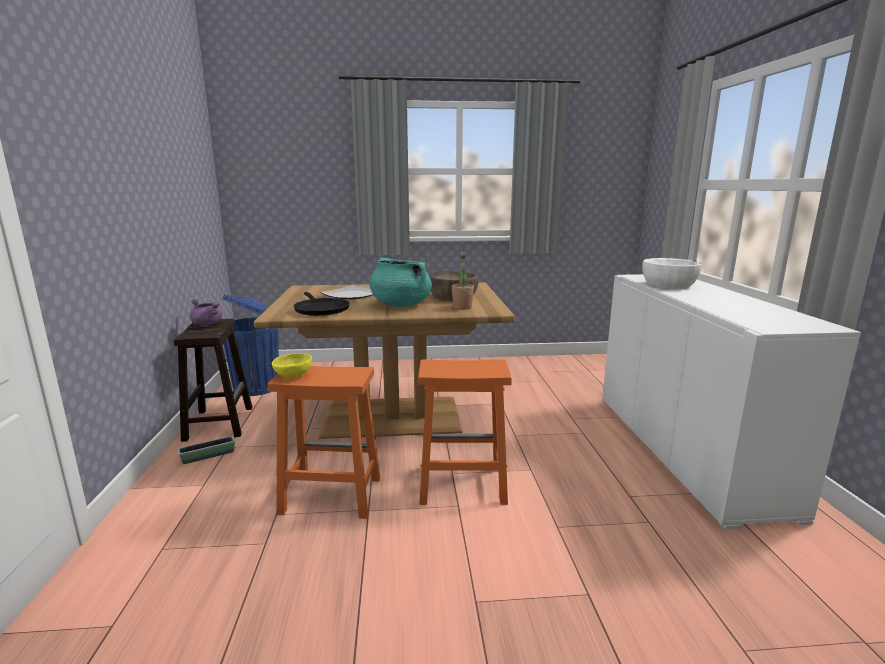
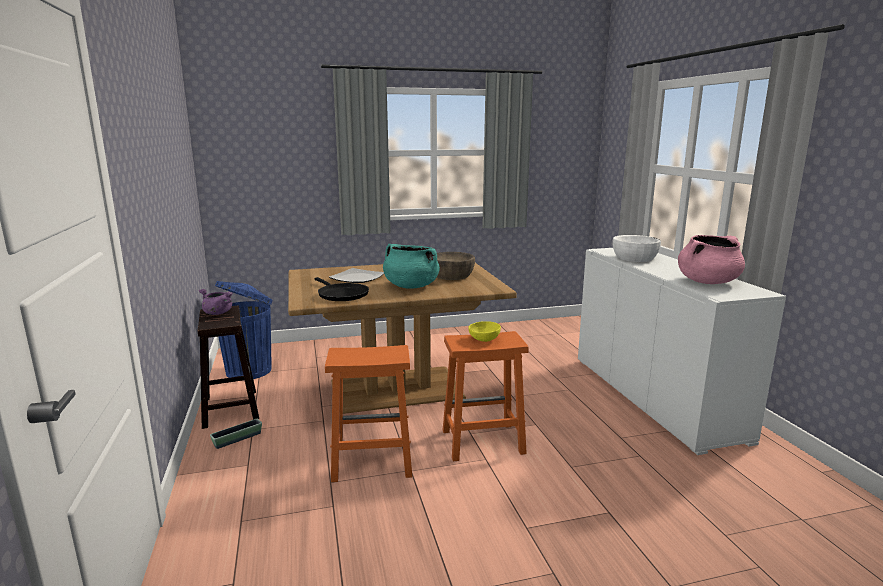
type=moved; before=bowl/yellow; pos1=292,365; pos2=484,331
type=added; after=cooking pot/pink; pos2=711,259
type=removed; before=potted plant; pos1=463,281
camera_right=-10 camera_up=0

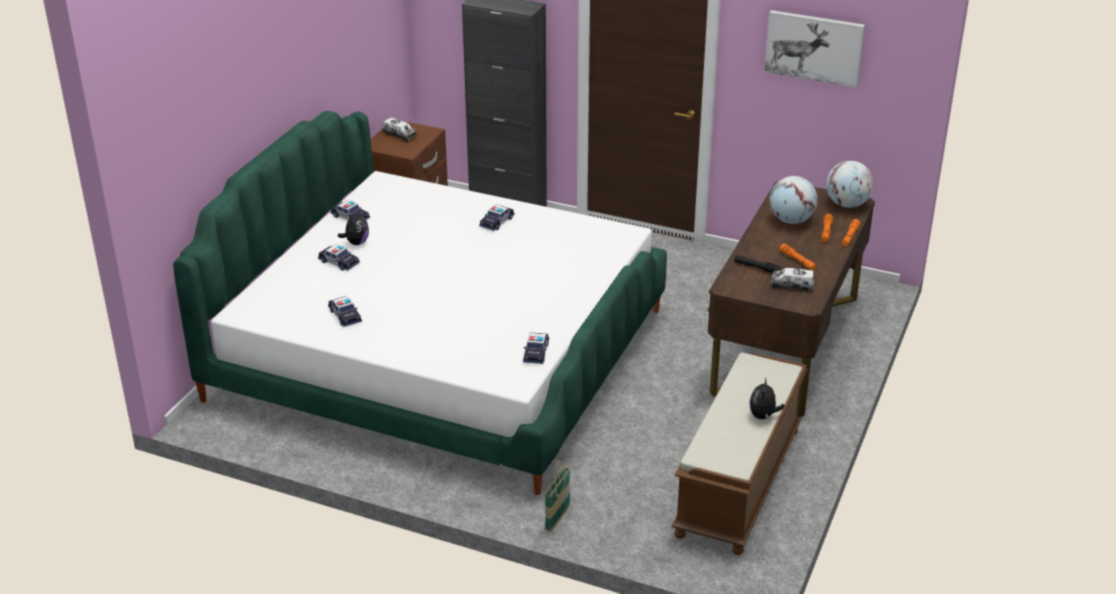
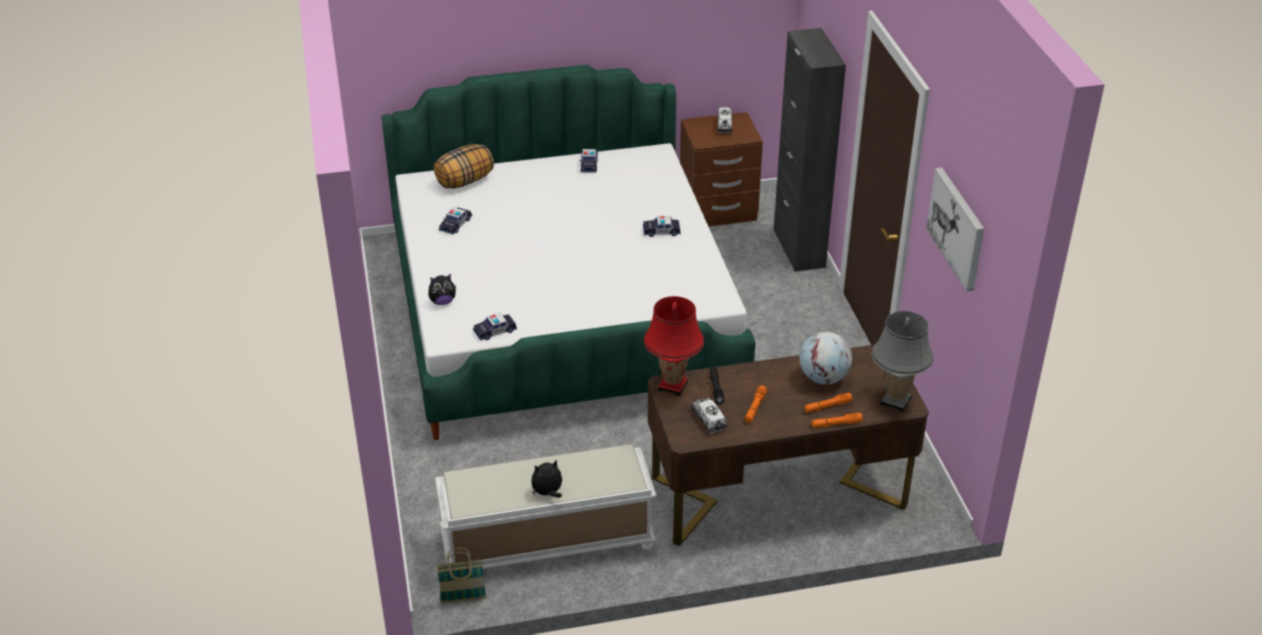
type=moved; before=plush toy; pos1=353,227; pos2=442,289
type=added; after=pillow; pos2=464,166
type=recoloured; before=bench/brown; after=bench/white; pos1=740,454; pos2=546,507
type=moved; before=basket; pos1=557,496; pos2=461,575
type=added; after=table lamp/red; pos2=674,346
type=replaced; before=globe; after=table lamp/grey; pos1=850,184; pos2=902,361
type=removed; before=toy car; pos1=339,257
camera_right=55 camera_up=5

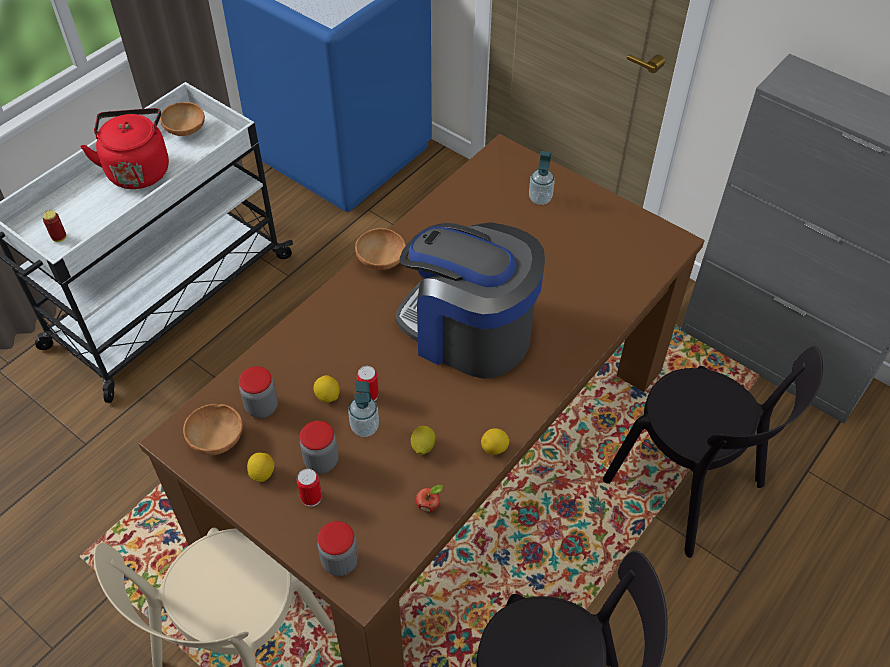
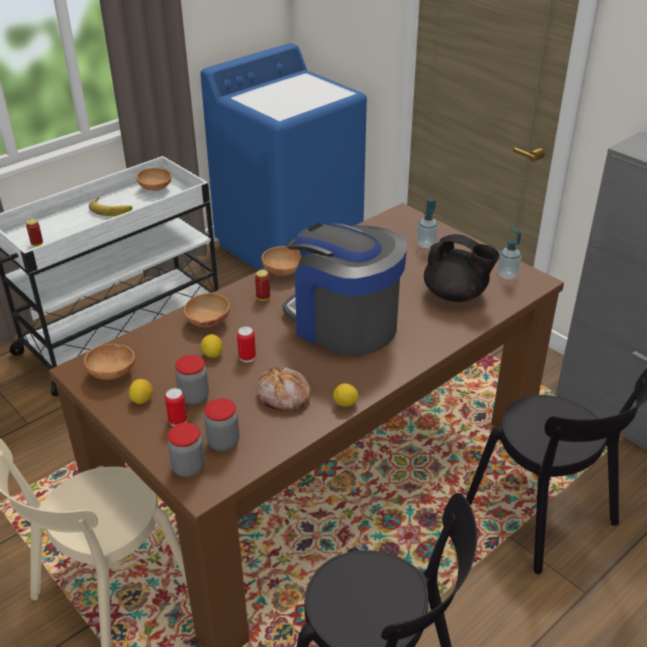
type=replaced; before=kettle/red; after=banana; pos1=125,148; pos2=110,206
type=added; after=bowl/brown; pos2=207,310
type=moved; before=jar; pos1=258,392; pos2=221,424
type=added; after=can; pos2=262,285
type=replaced; before=lemon; after=bread; pos1=423,440; pos2=284,389
type=added; after=teapot/black; pos2=462,268
type=moved; before=soap dispenser; pos1=363,409; pos2=509,252
type=removed; before=apple; pos1=429,498
camera_right=10 camera_up=-15

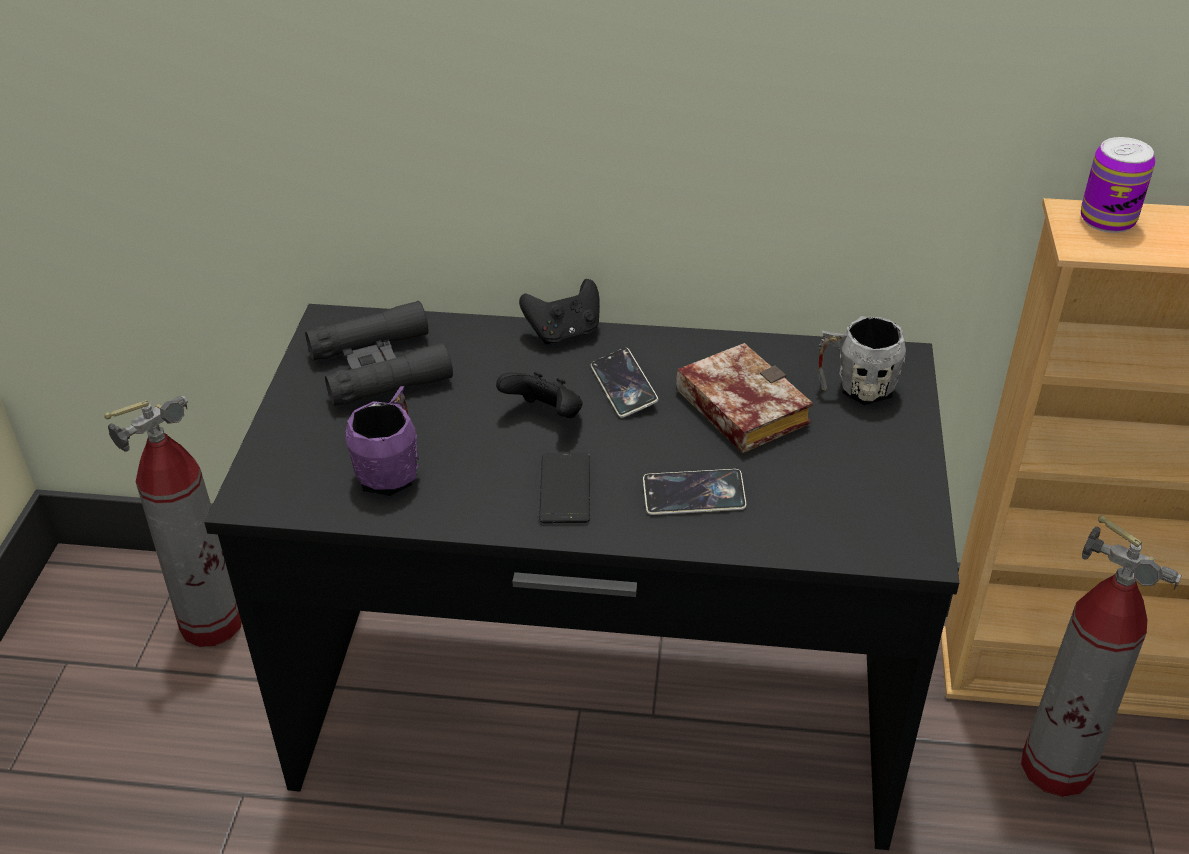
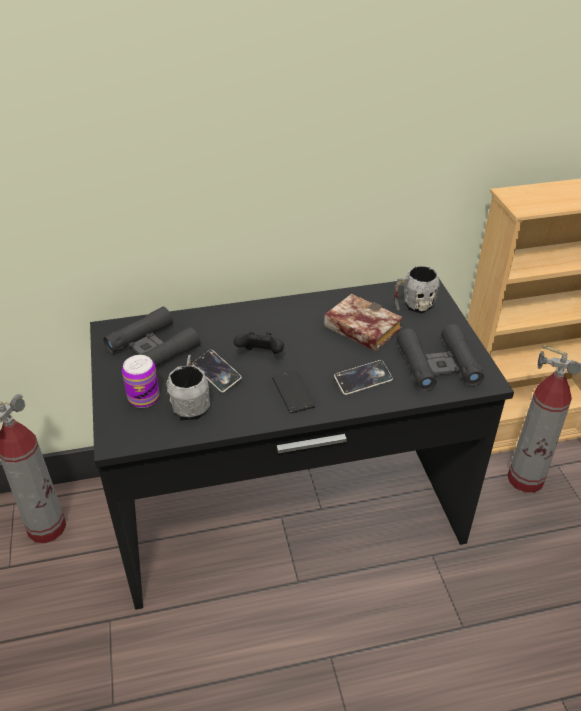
type=moved; before=can; pos1=1118,185; pos2=141,381
type=recoloured; before=mug/purple; after=mug/grey; pos1=382,441; pos2=188,387
type=moved; before=phone; pos1=624,383; pos2=217,371
type=added; after=binoculars/black; pos2=440,357
type=removed; before=game controller/black; pos1=559,311
camera_right=-20 camera_up=0

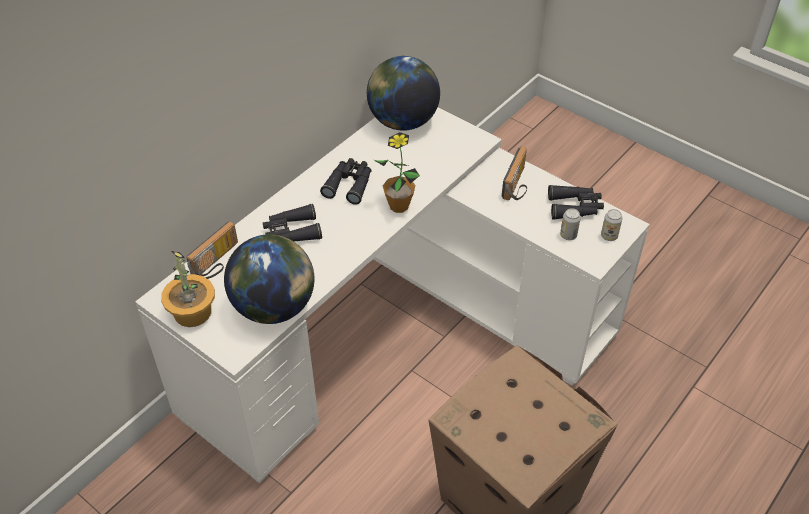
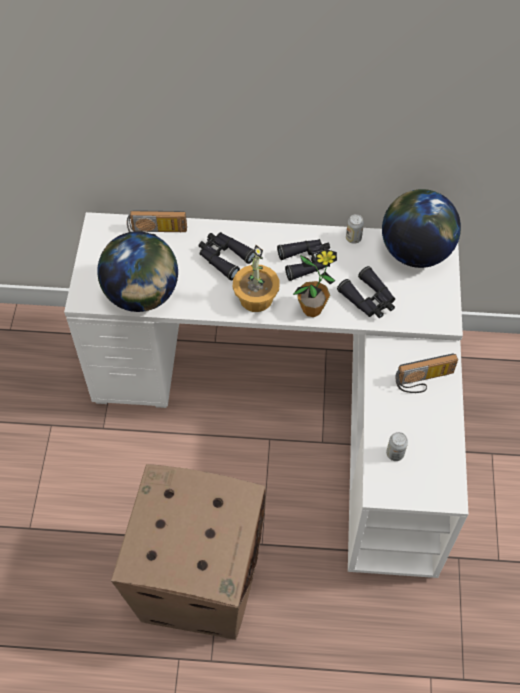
type=moved; before=potted plant; pos1=188,289; pos2=256,278
type=moved; before=binoculars/black; pos1=576,202; pos2=366,292
type=moved; before=can; pos1=612,225; pos2=355,229
camera_right=55 camera_up=10

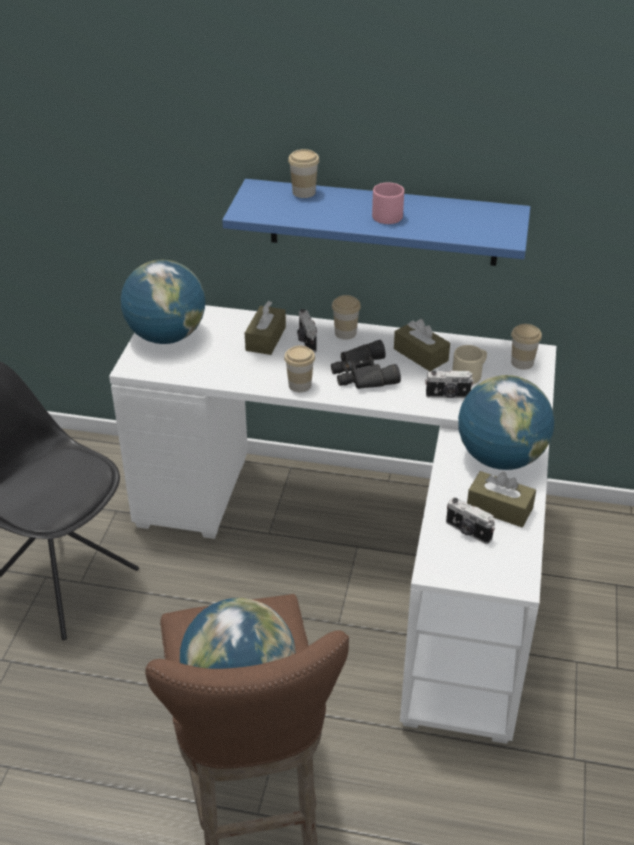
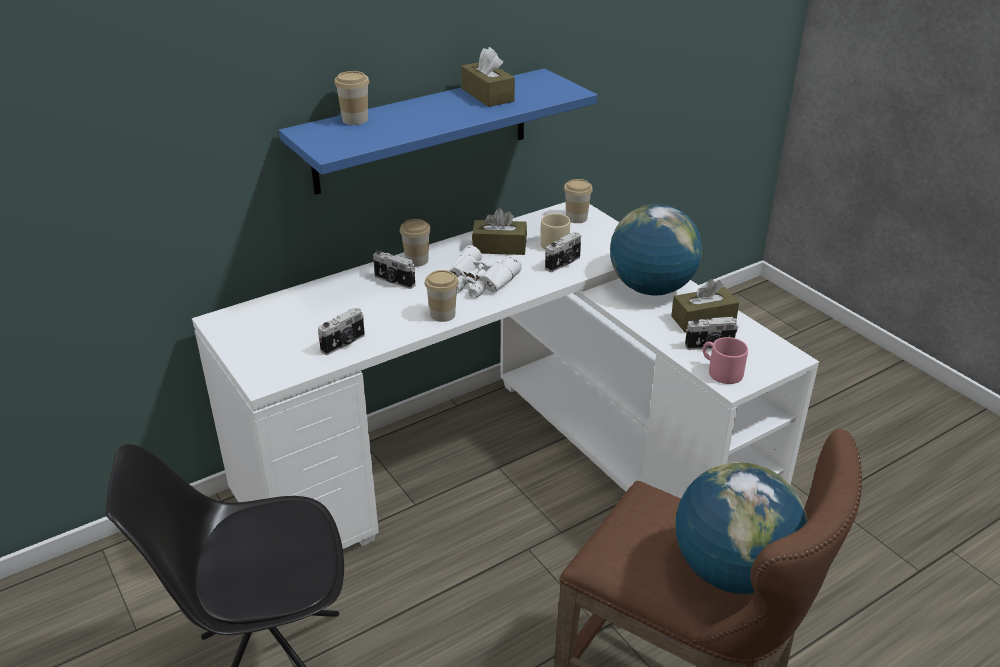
type=added; after=photo camera; pos2=341,331
type=recoloured; before=binoculars/black; after=binoculars/white; pos1=366,364; pos2=485,271
type=moved; before=tissue box/brown; pos1=265,328; pos2=488,77
type=moved; before=mug/pink; pos1=388,203; pos2=725,360
type=removed; before=globe; pos1=163,302
camera_right=-45 camera_up=-5

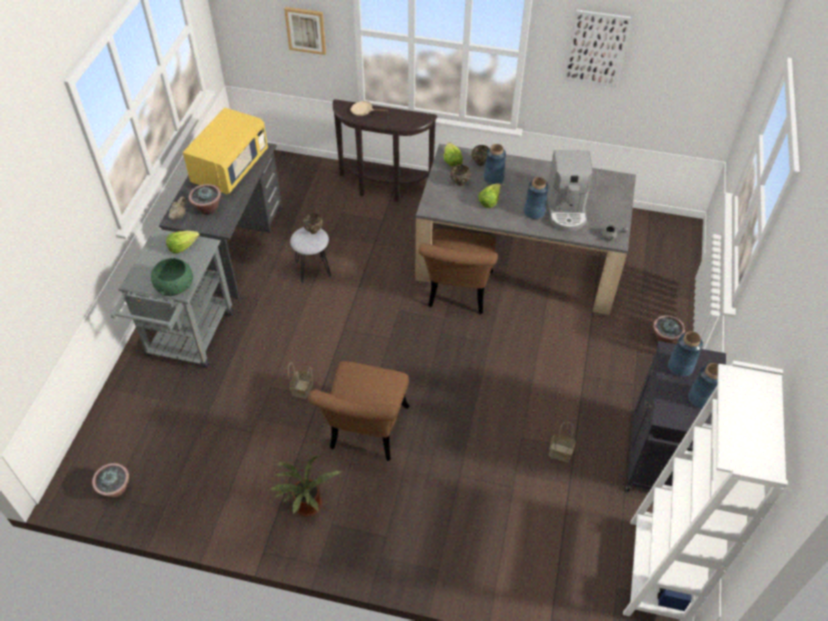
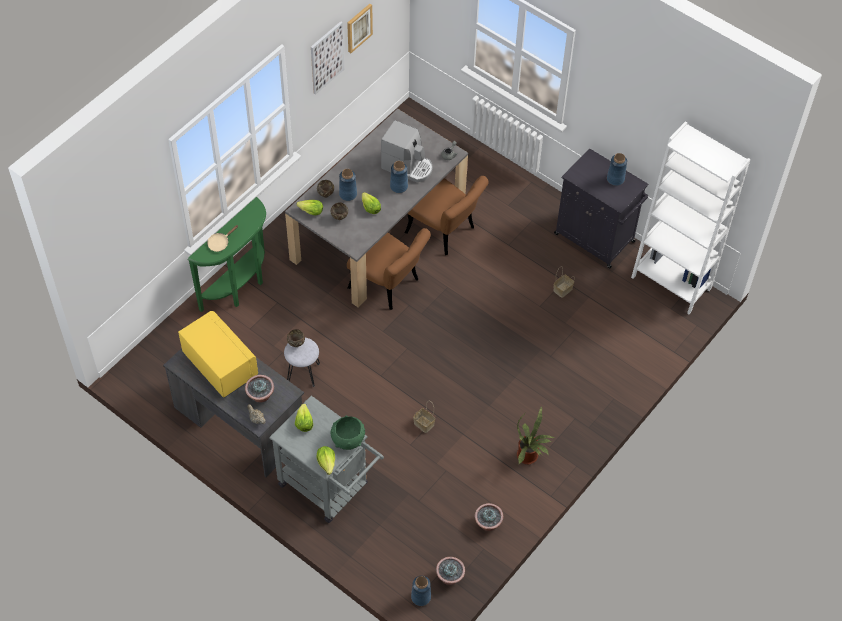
type=recoloured; before=console table/brown; after=console table/green; pos1=385,150; pos2=226,254
type=added; after=lettuce; pos2=325,460
type=moved; before=picture; pos1=305,31; pos2=360,28
type=moved; before=chair/brown; pos1=358,411; pos2=447,215
type=moved; before=vase/blue; pos1=685,354; pos2=421,591
type=moved; before=potted plant; pos1=669,329; pos2=489,517
camera_right=-65 camera_up=5

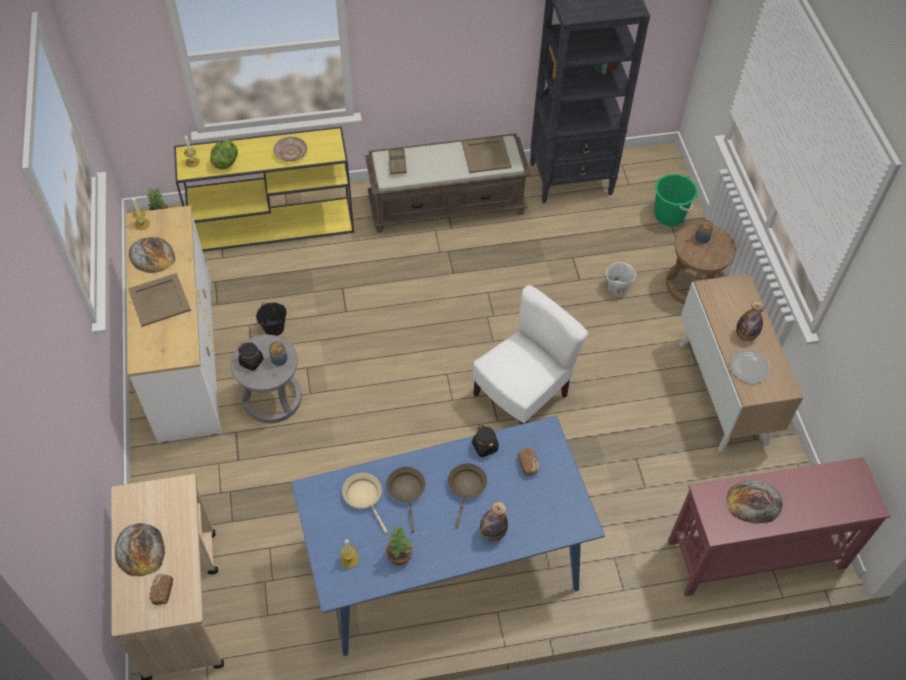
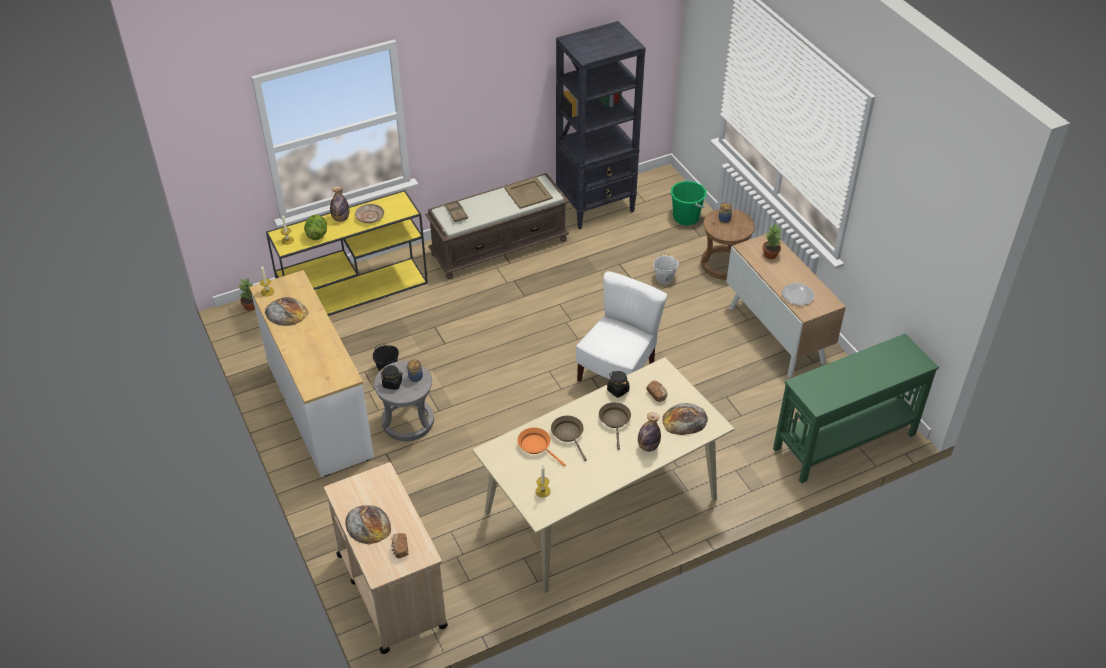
type=moved; before=bottle; pos1=750,321; pos2=339,204
type=recoloured; before=dining table/blue; after=dining table/beige; pos1=448,536; pos2=603,475
type=recoloured; before=frying pan/beige; after=frying pan/orange; pos1=365,503; pos2=541,446
type=moved; before=bread; pos1=754,501; pos2=685,419
type=moved; before=potted plant; pos1=399,545; pos2=772,241
type=recoloured; before=console table/red; after=console table/green; pos1=779,526; pos2=856,408
type=removed; before=tray/beige; pos1=159,300
camera_right=-15 camera_up=-10

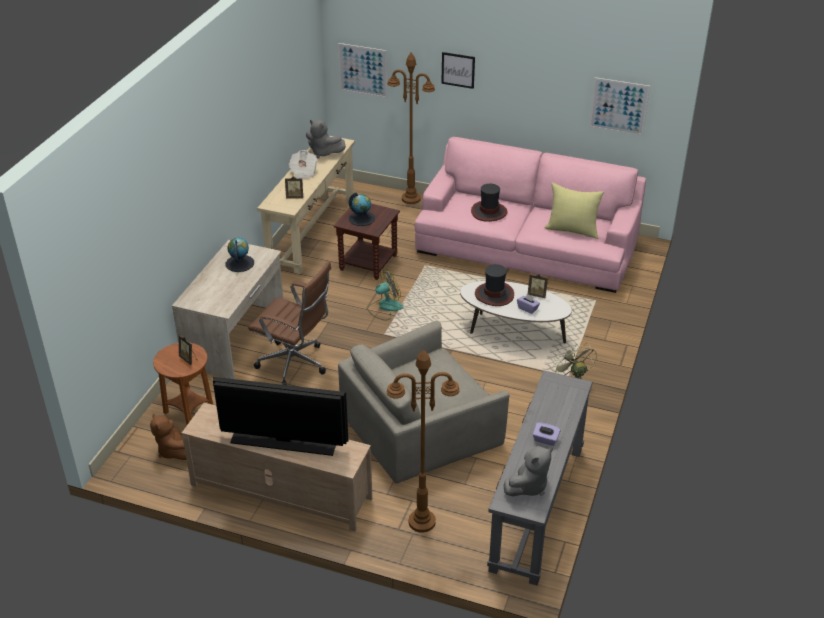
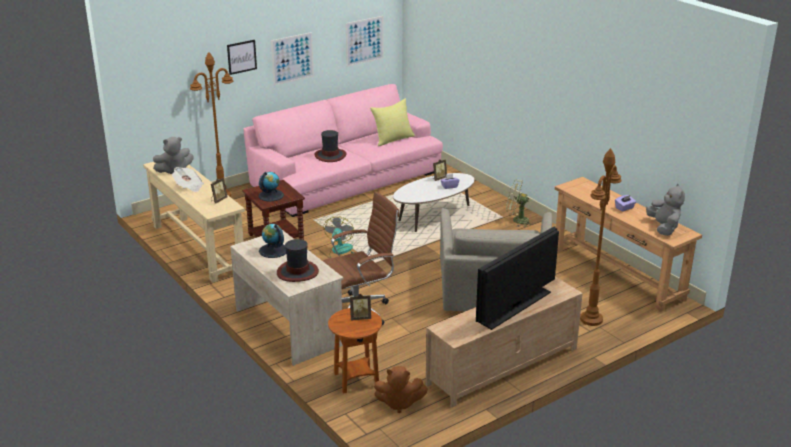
type=moved; before=picture; pos1=363,70; pos2=292,59
type=moved; before=hat; pos1=494,285; pos2=298,260
type=recoloured; before=console table/grey; after=console table/brown; pos1=540,478; pos2=628,244
camera_right=-55 camera_up=-10

